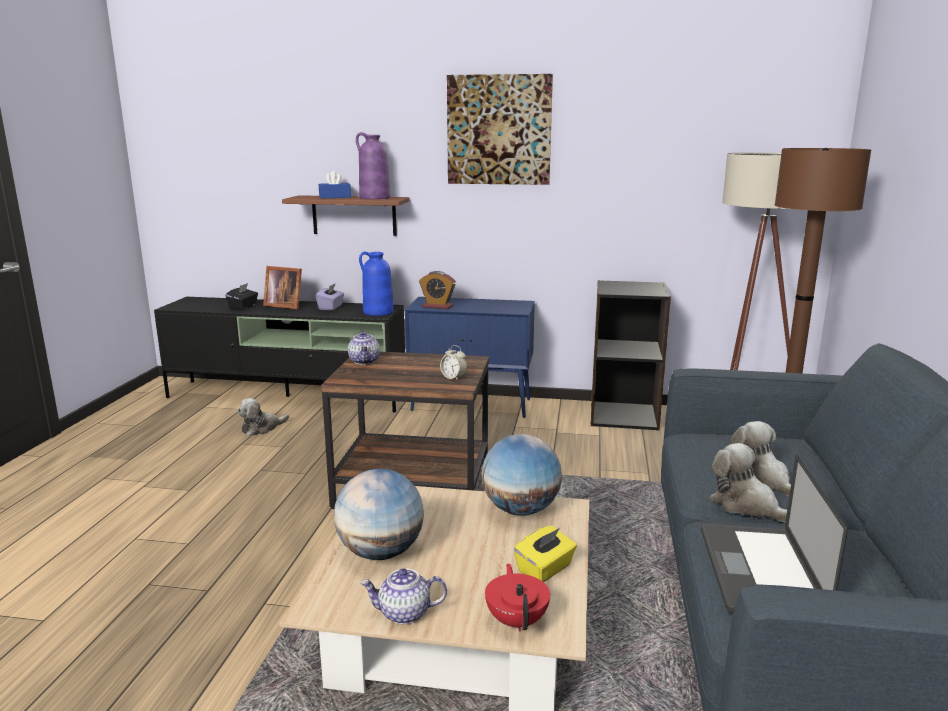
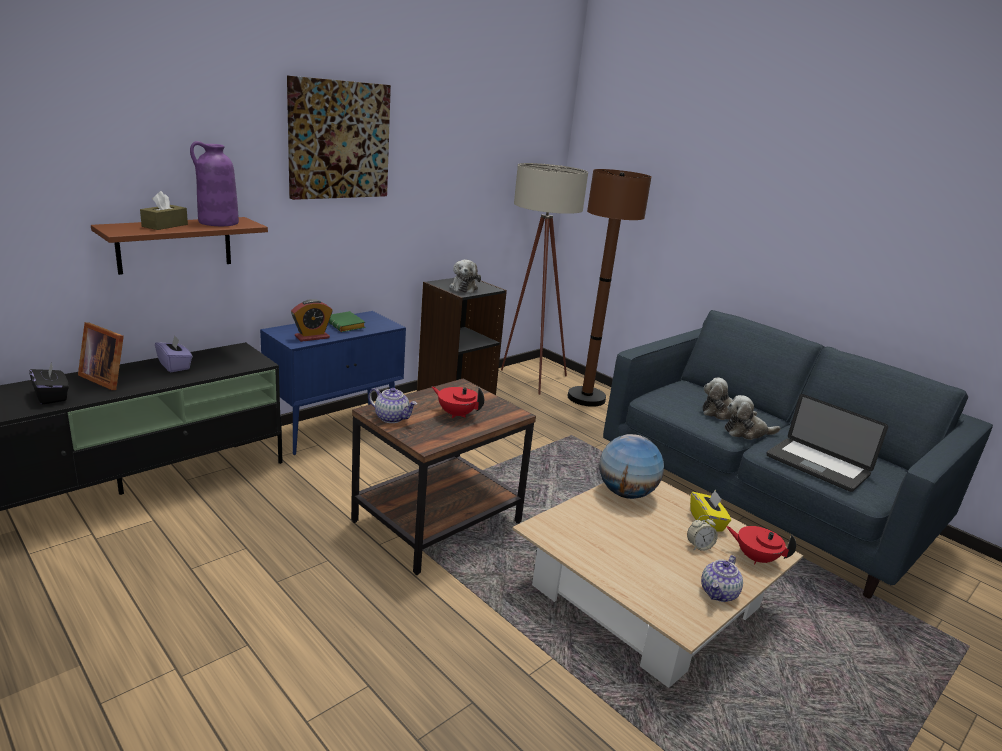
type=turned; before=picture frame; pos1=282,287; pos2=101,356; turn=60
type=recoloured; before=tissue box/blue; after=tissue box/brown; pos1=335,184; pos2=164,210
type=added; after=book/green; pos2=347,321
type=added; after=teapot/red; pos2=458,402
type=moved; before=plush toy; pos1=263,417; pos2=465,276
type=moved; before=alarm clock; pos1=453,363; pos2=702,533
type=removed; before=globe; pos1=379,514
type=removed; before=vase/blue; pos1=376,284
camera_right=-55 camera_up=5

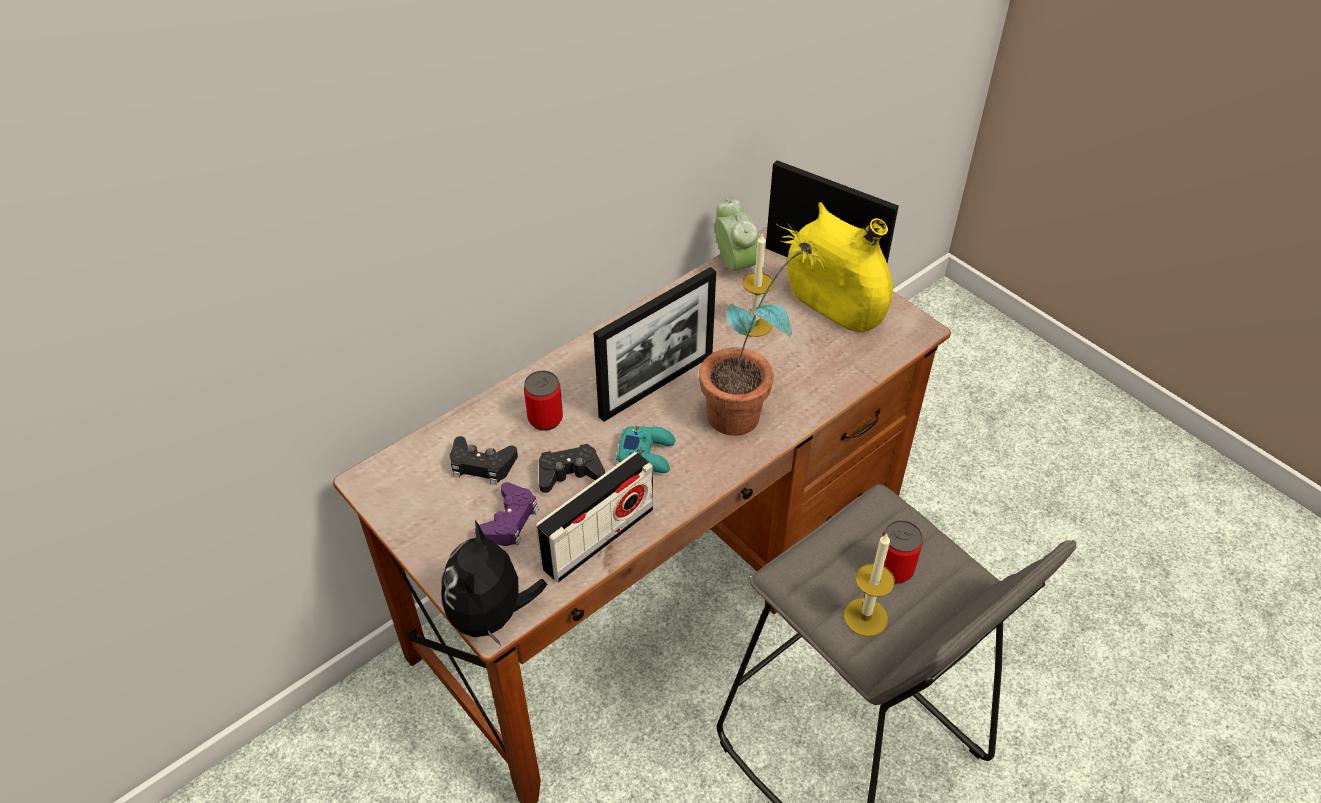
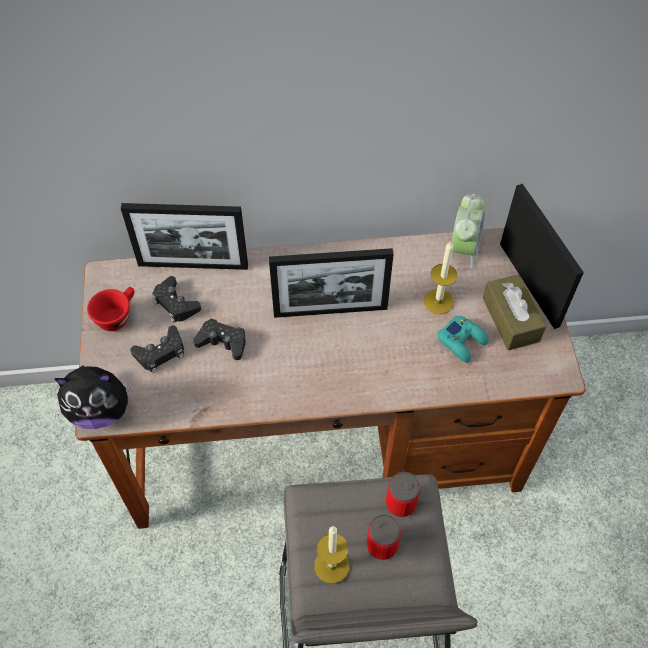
type=turned; before=plush toy; pos1=494,583; pos2=94,397; turn=-135
type=added; after=cup/red; pos2=110,309
type=added; after=picture frame; pos2=184,236
type=recoloured; before=game controller/purple; after=game controller/black; pos1=507,514; pos2=157,349
type=moved; before=can; pos1=543,401; pos2=403,494
type=moved; before=game controller/turquoise; pos1=645,449; pos2=463,339
type=replaced; before=vase/yellow; after=tissue box/brown; pos1=840,267; pos2=514,312
type=removed; before=radio; pos1=594,517
type=removed; before=potted plant; pos1=765,330
camera_right=35 camera_up=10

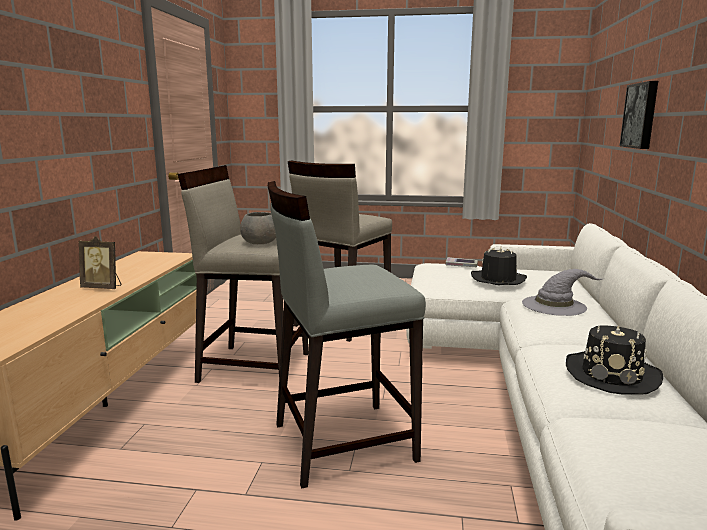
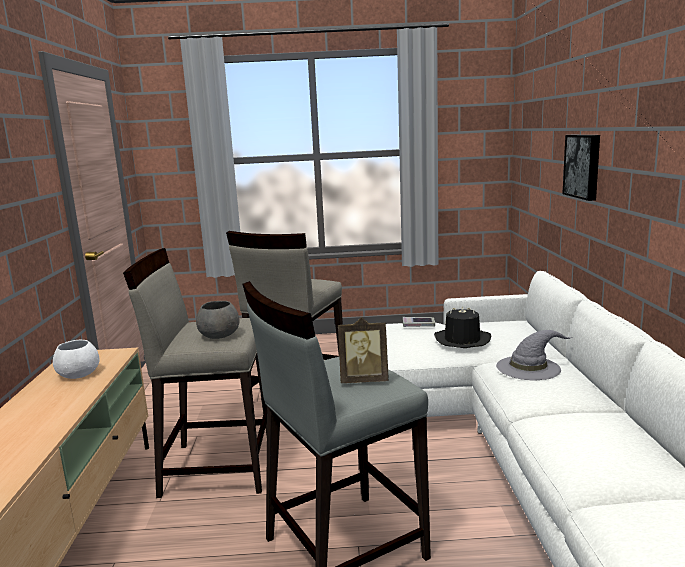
type=added; after=bowl/white; pos2=76,359
type=moved; before=picture frame; pos1=100,262; pos2=363,350
type=removed; before=hat/black; pos1=614,360
camera_right=-10 camera_up=0

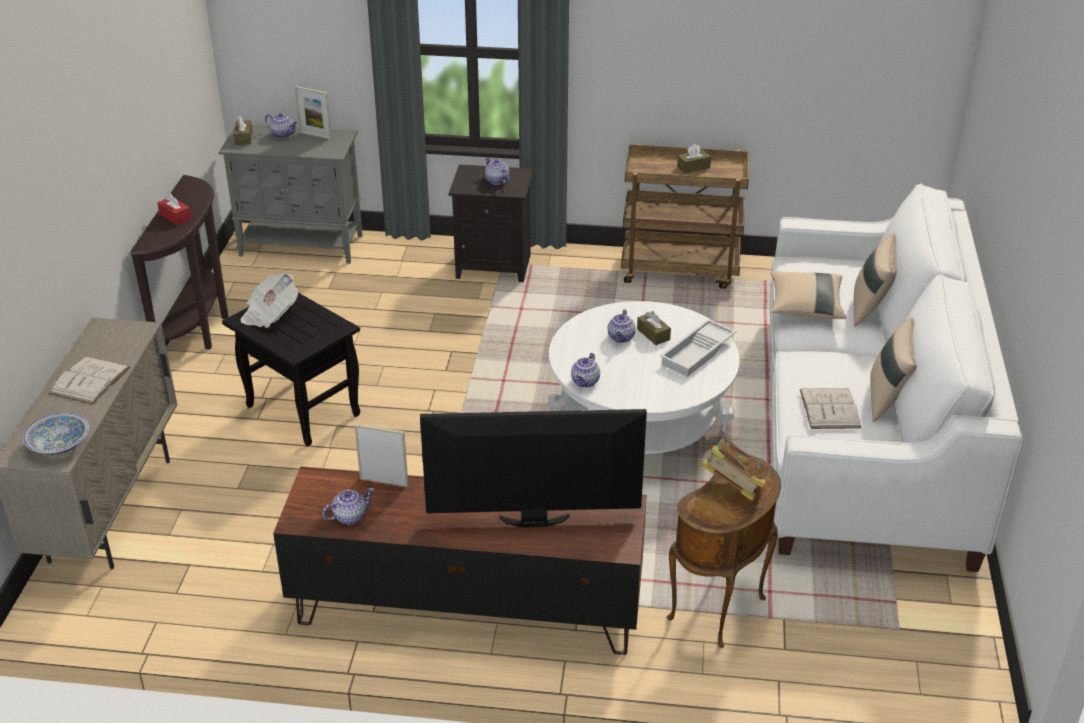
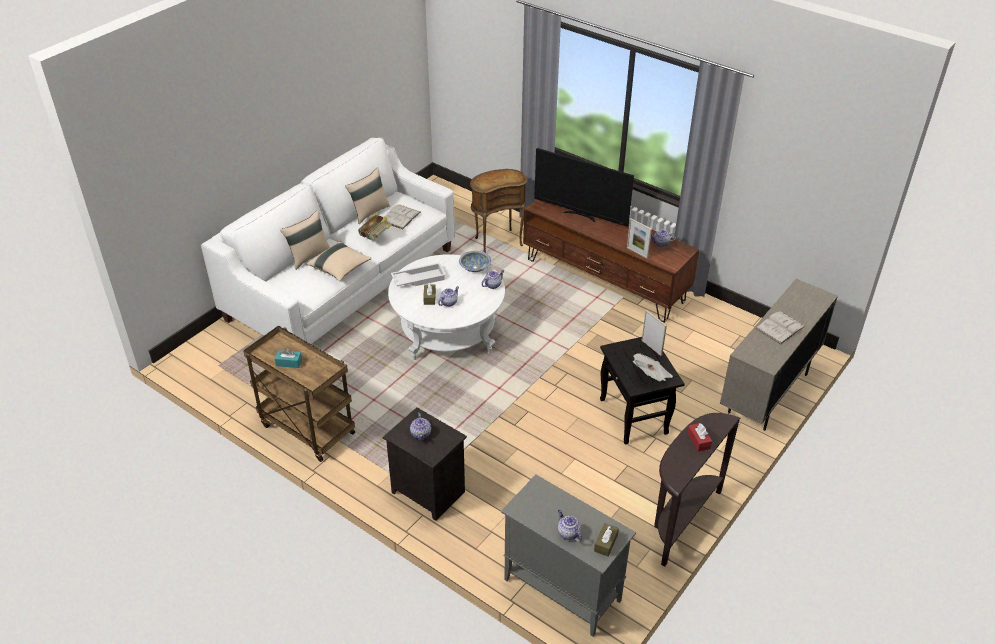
type=recoloured; before=tissue box/brown; after=tissue box/turquoise; pos1=694,158; pos2=288,358
type=moved; before=book; pos1=735,469; pos2=375,226
type=moved; before=bowl; pos1=56,433; pos2=475,261
type=moved; before=picture frame; pos1=313,113; pos2=654,333
camera_right=-150 camera_up=5

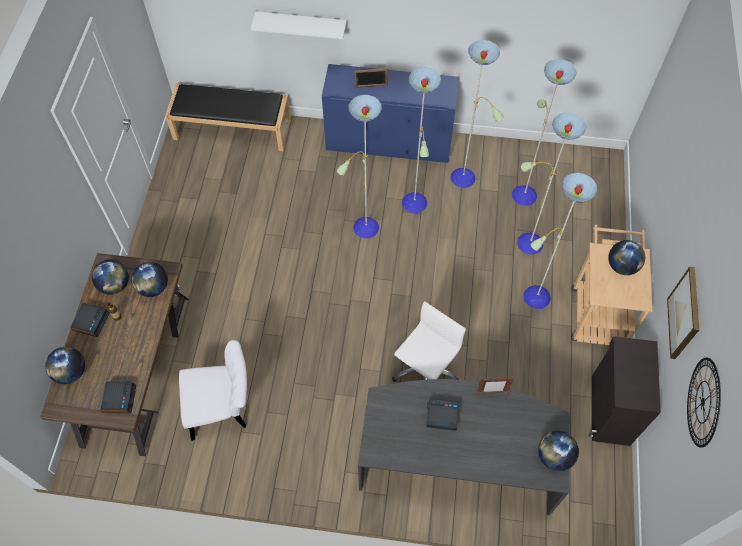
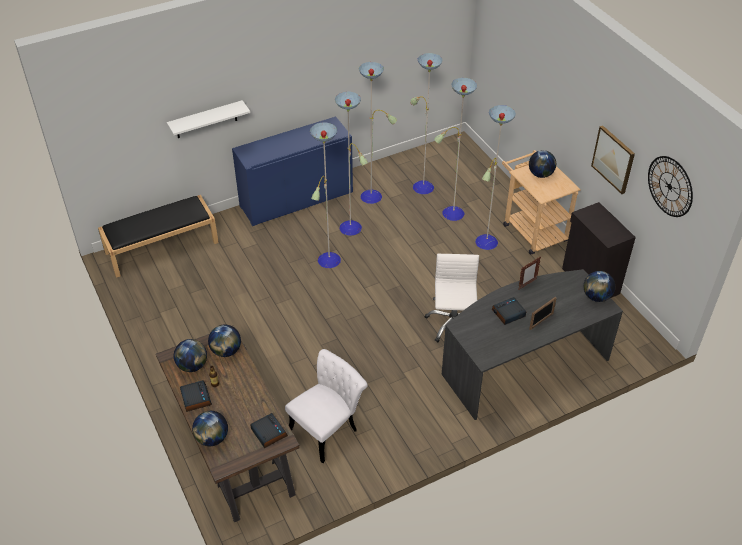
type=moved; before=picture frame; pos1=371,78; pos2=543,313
camera_right=-35 camera_up=-15

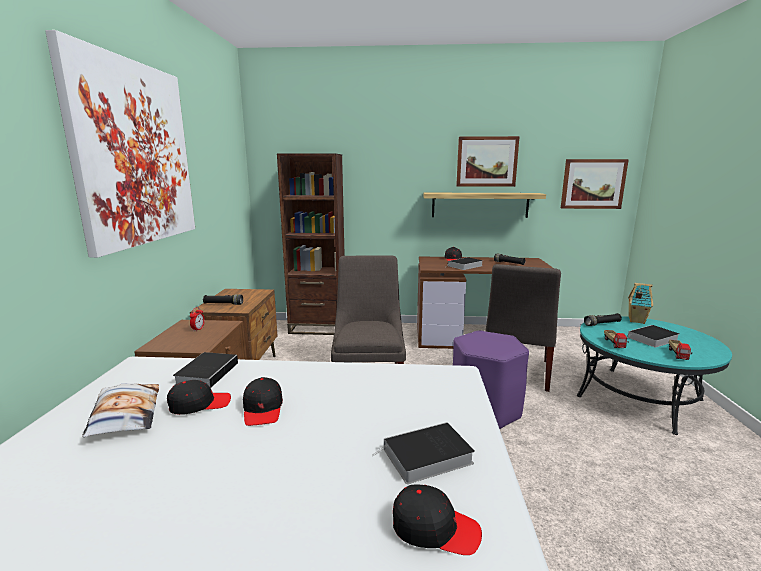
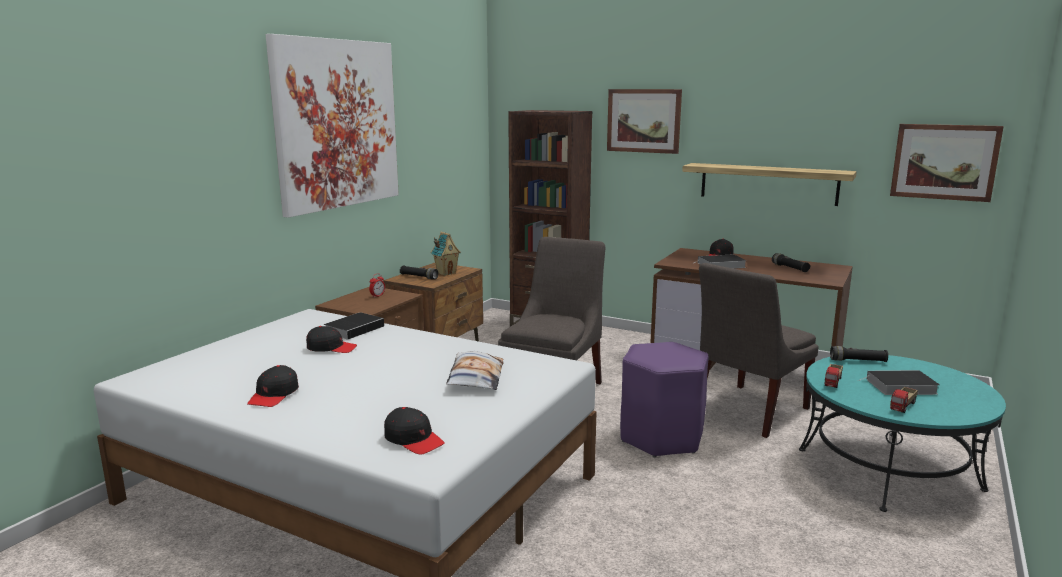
type=moved; before=cap/black; pos1=263,401; pos2=273,386
type=moved; before=toy house; pos1=640,303; pos2=446,254
type=moved; before=pillow; pos1=120,410; pos2=475,370
type=moved; before=picture; pos1=488,161; pos2=644,121
type=removed; before=book; pos1=423,453
camera_right=25 camera_up=0

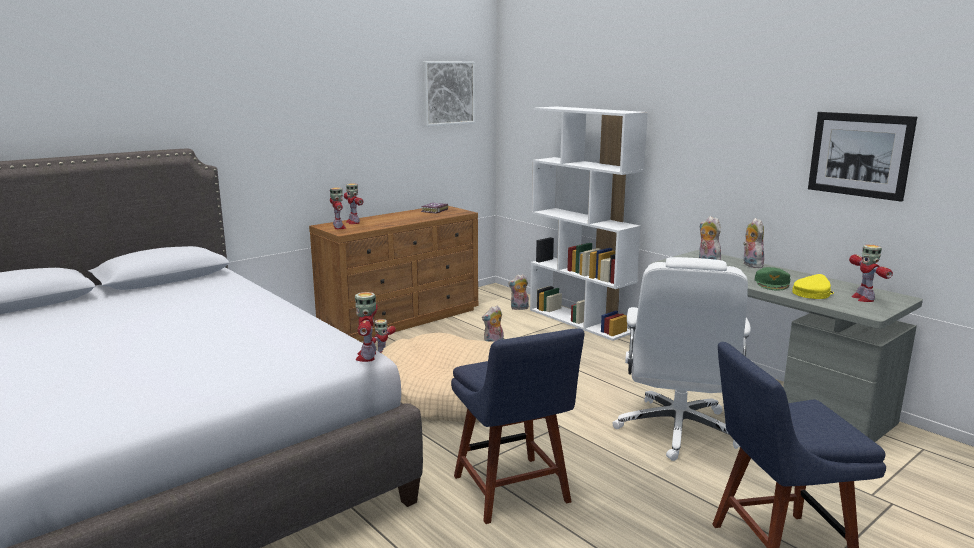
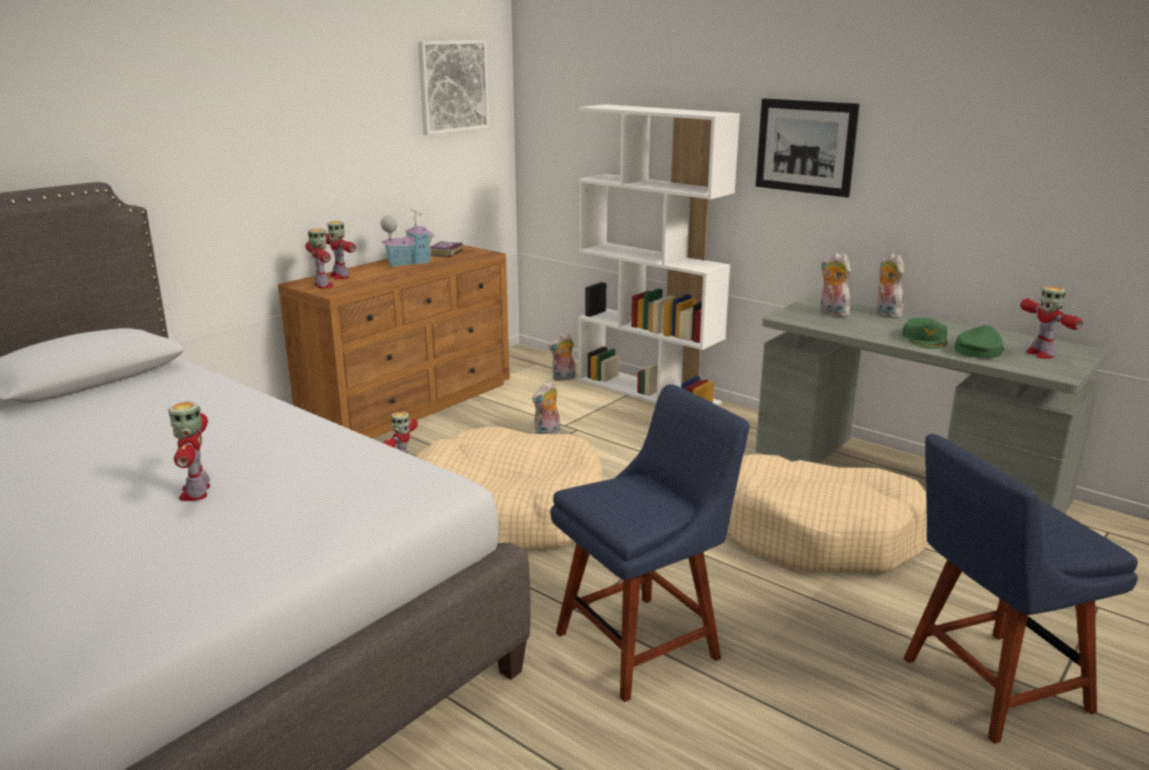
type=moved; before=toy robot; pos1=366,327; pos2=189,451
type=added; after=toy house; pos2=407,238
type=turned; before=chair/blue; pos1=518,426; pos2=650,543; turn=-90
type=replaced; before=office chair/white; after=dog bed/beige; pos1=681,359; pos2=828,513
type=moved; before=picture; pos1=862,157; pos2=808,147
type=recoloured; before=cap/yellow; after=cap/green; pos1=813,286; pos2=979,341
camera_right=-10 camera_up=5

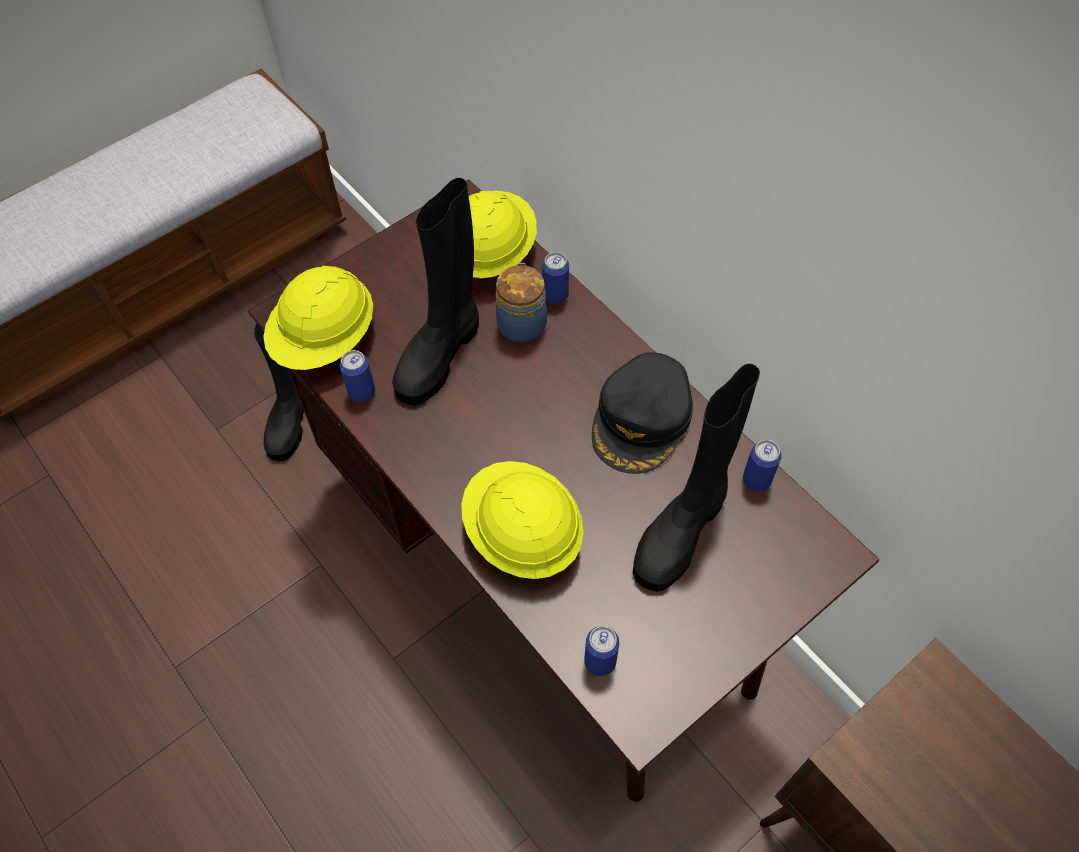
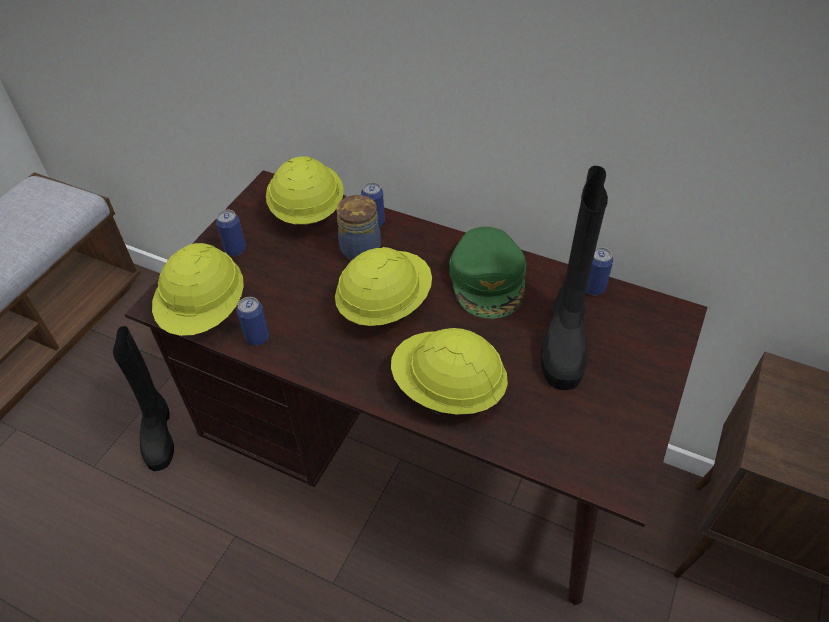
type=moved; before=can; pos1=601,651; pos2=231,233
type=added; after=hard hat/yellow; pos2=383,286
type=recoloured; before=cap/black; after=cap/green; pos1=642,413; pos2=487,273
type=removed; before=boot/black; pos1=435,292
camera_right=-25 camera_up=-10

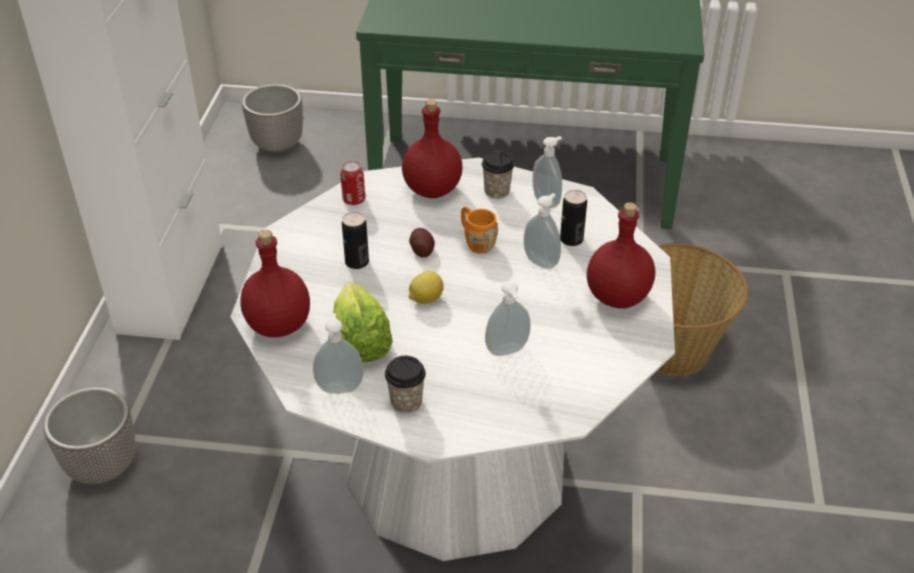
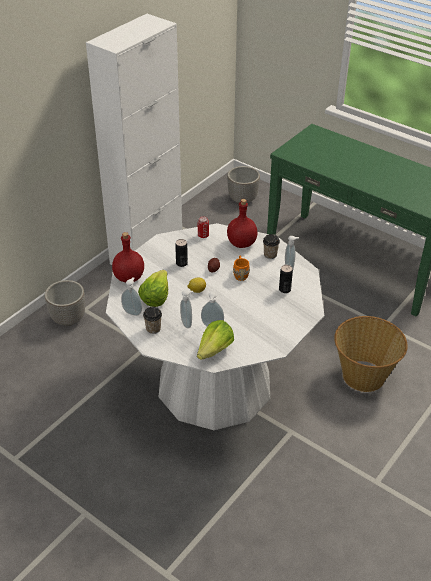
type=moved; before=soap dispenser; pos1=542,231; pos2=186,309
type=added; after=lettuce; pos2=215,340
type=removed; before=bottle/red; pos1=621,255
camera_right=30 camera_up=0

